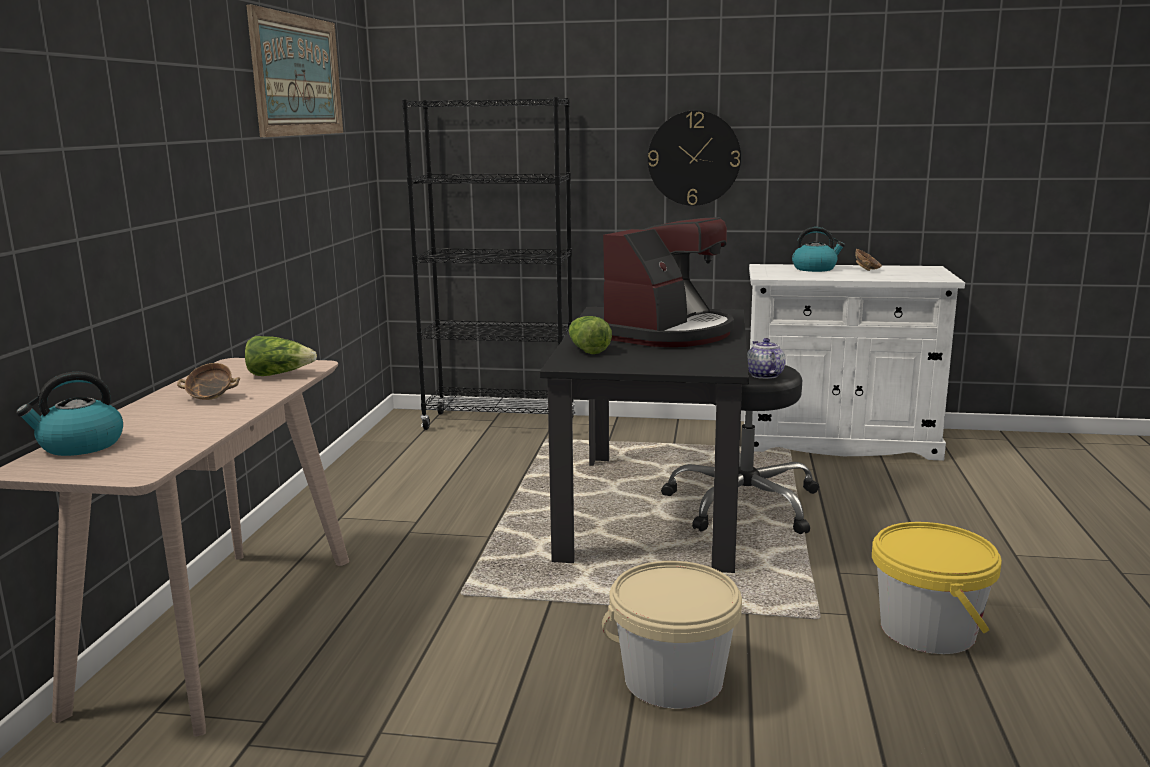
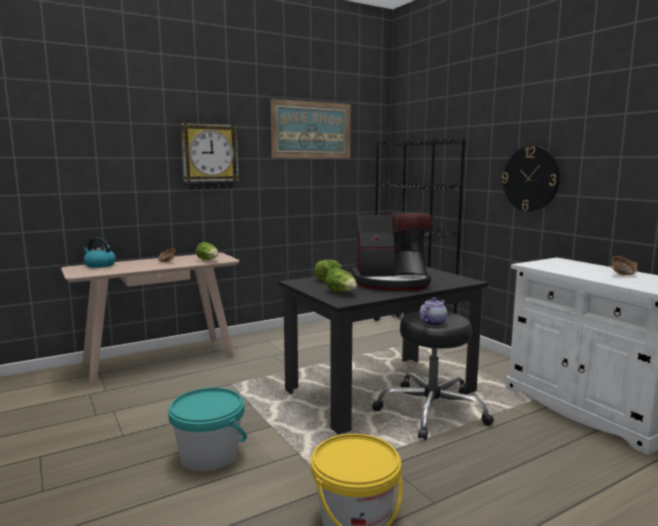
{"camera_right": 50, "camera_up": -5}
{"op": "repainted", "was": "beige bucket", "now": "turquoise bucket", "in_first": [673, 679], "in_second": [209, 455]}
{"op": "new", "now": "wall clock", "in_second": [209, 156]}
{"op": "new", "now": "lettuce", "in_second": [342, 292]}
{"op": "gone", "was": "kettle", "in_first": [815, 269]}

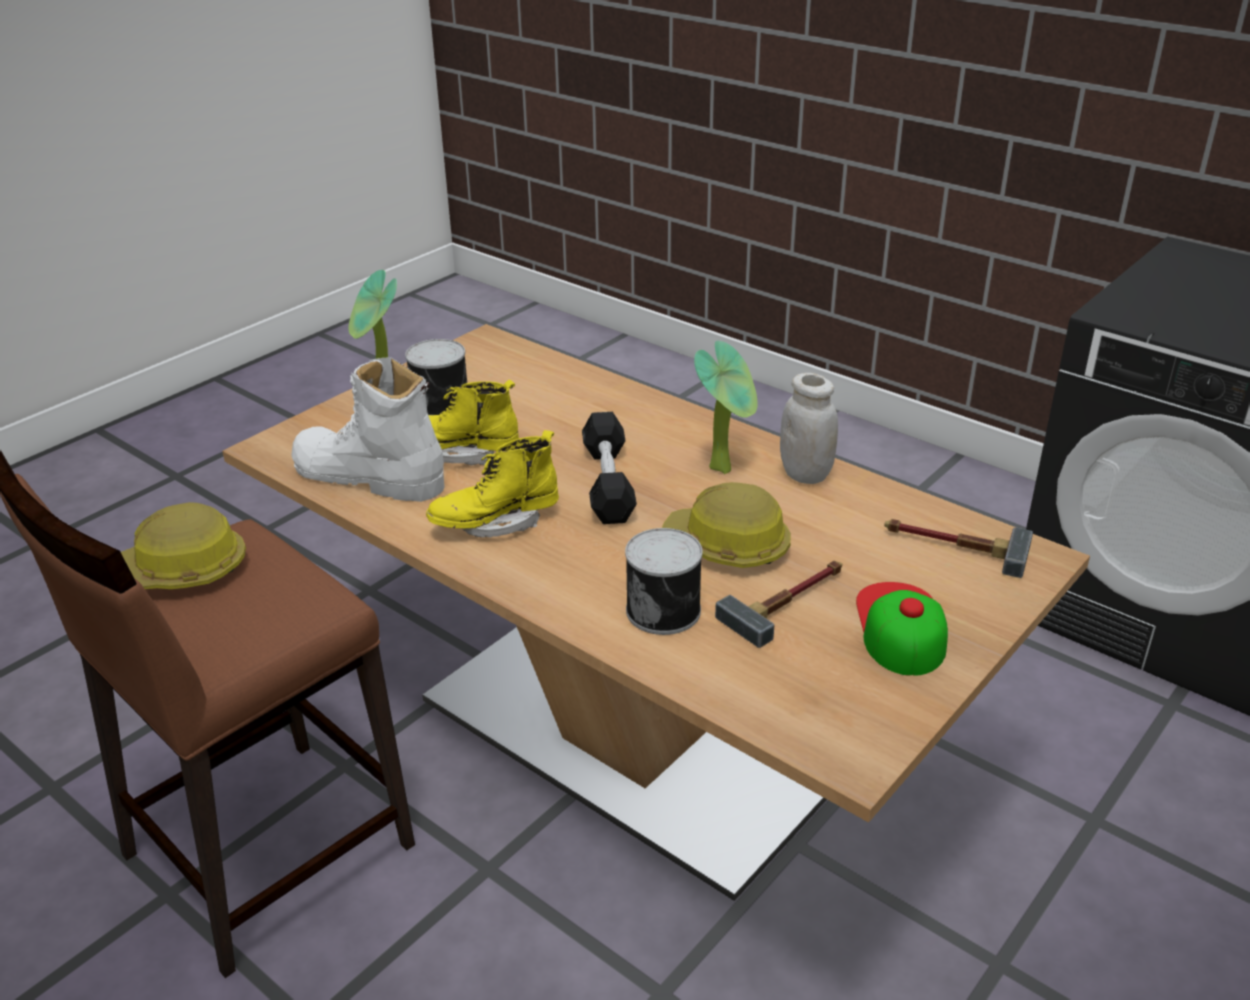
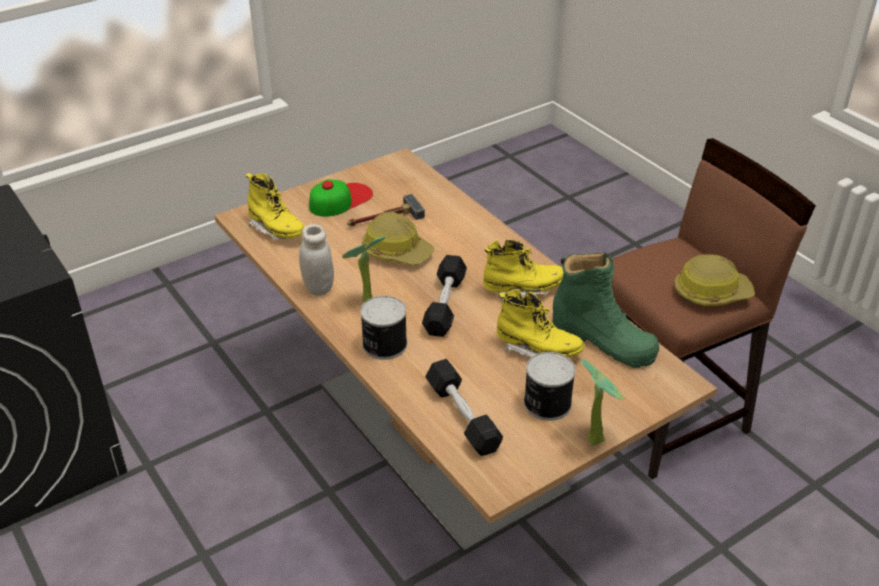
{"camera_right": -165, "camera_up": 5}
{"op": "swapped", "was": "hammer", "now": "yellow boot", "in_first": [953, 546], "in_second": [277, 230]}
{"op": "rotated", "was": "cap", "in_first": [900, 627], "in_second": [340, 199], "clockwise": -150}
{"op": "shifted", "was": "can", "in_first": [665, 610], "in_second": [383, 344]}
{"op": "new", "now": "black dumbbell", "in_second": [462, 416]}
{"op": "repainted", "was": "white boot", "now": "green boot", "in_first": [369, 477], "in_second": [603, 340]}

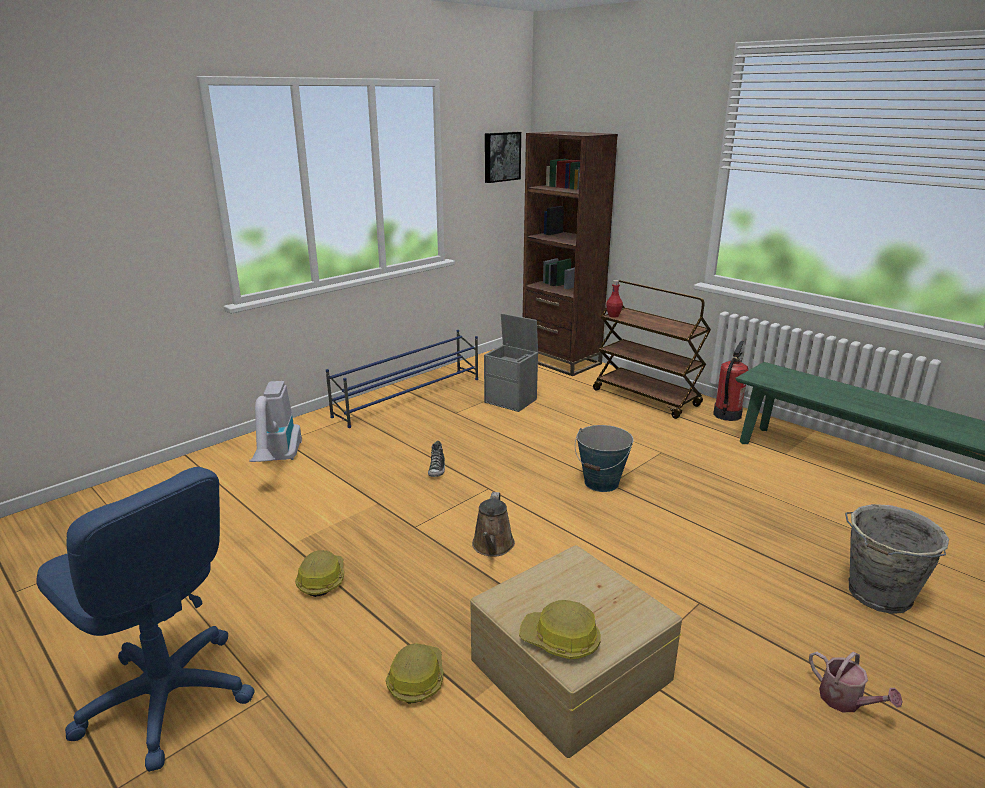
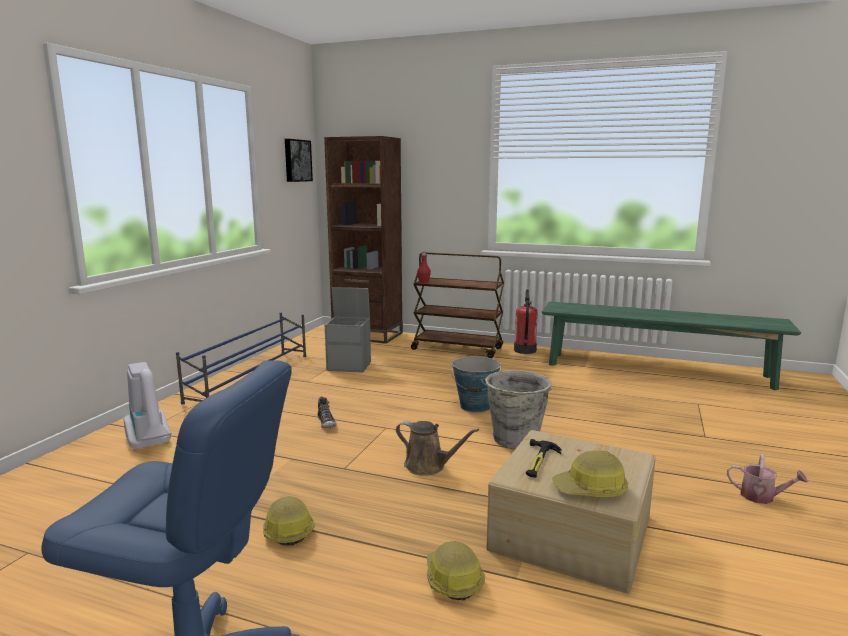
{"camera_right": -25, "camera_up": -10}
{"op": "rotated", "was": "brown watering can", "in_first": [492, 546], "in_second": [428, 466], "clockwise": -45}
{"op": "shifted", "was": "grey bucket", "in_first": [878, 595], "in_second": [515, 440]}
{"op": "new", "now": "hammer", "in_second": [539, 461]}

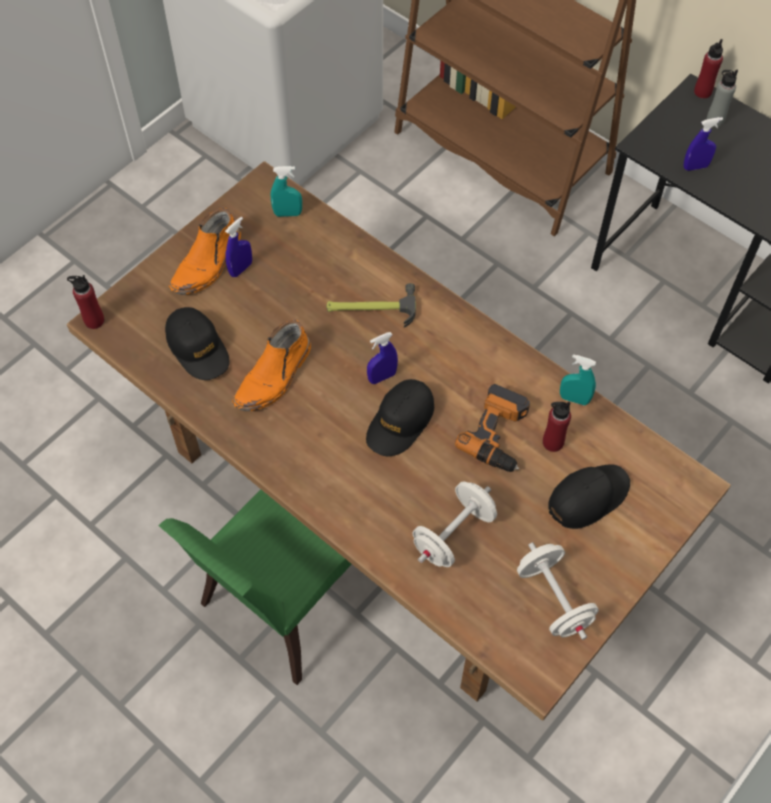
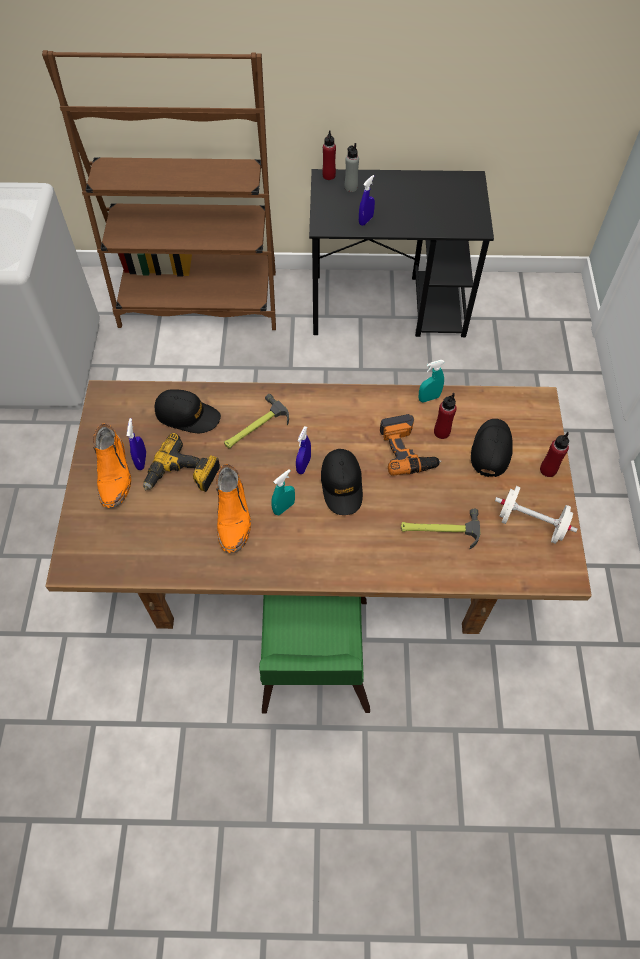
{"camera_right": -40, "camera_up": 0}
{"op": "new", "now": "power drill", "in_second": [183, 475]}
{"op": "shifted", "was": "black cap", "in_first": [198, 348], "in_second": [188, 415]}
{"op": "shifted", "was": "turquoise spray bottle", "in_first": [288, 213], "in_second": [284, 507]}
{"op": "swapped", "was": "white dumbbell", "now": "hammer", "in_first": [453, 534], "in_second": [439, 529]}
{"op": "shifted", "was": "red bottle", "in_first": [94, 320], "in_second": [548, 470]}

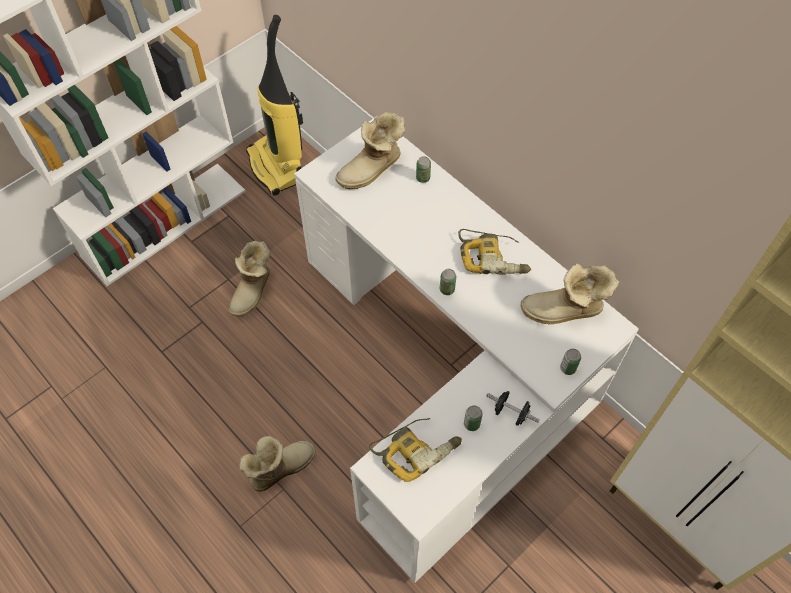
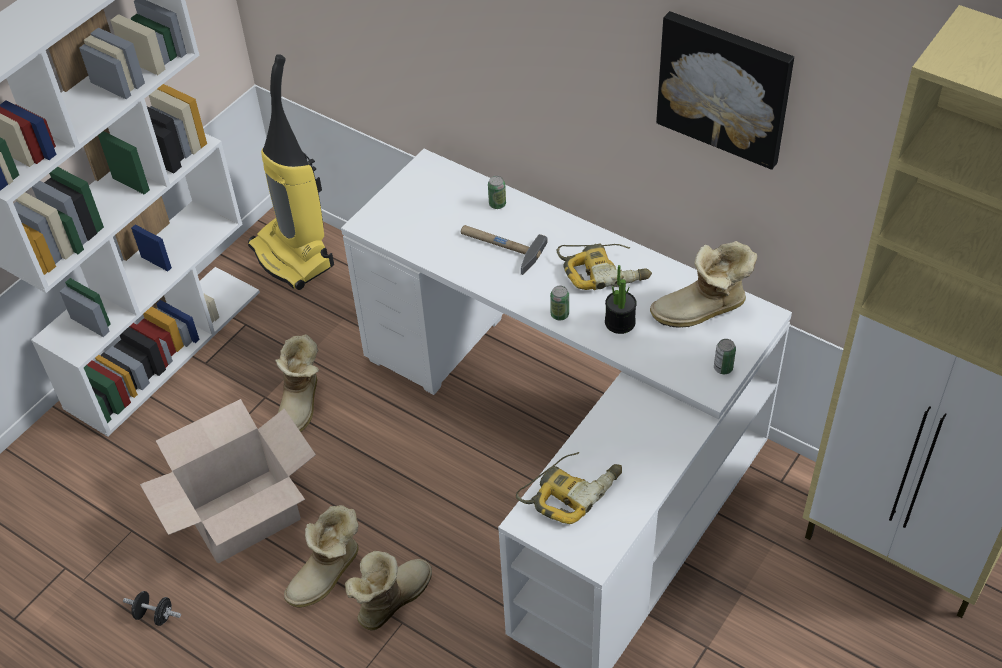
{"camera_right": -10, "camera_up": -10}
{"op": "shifted", "was": "black dumbbell", "in_first": [510, 413], "in_second": [154, 615]}
{"op": "new", "now": "cardboard box", "in_second": [244, 515]}
{"op": "shifted", "was": "boot", "in_first": [372, 170], "in_second": [328, 575]}
{"op": "new", "now": "hammer", "in_second": [499, 247]}
{"op": "new", "now": "potted plant", "in_second": [620, 322]}
{"op": "new", "now": "picture", "in_second": [725, 87]}
{"op": "gone", "was": "can", "in_first": [471, 424]}

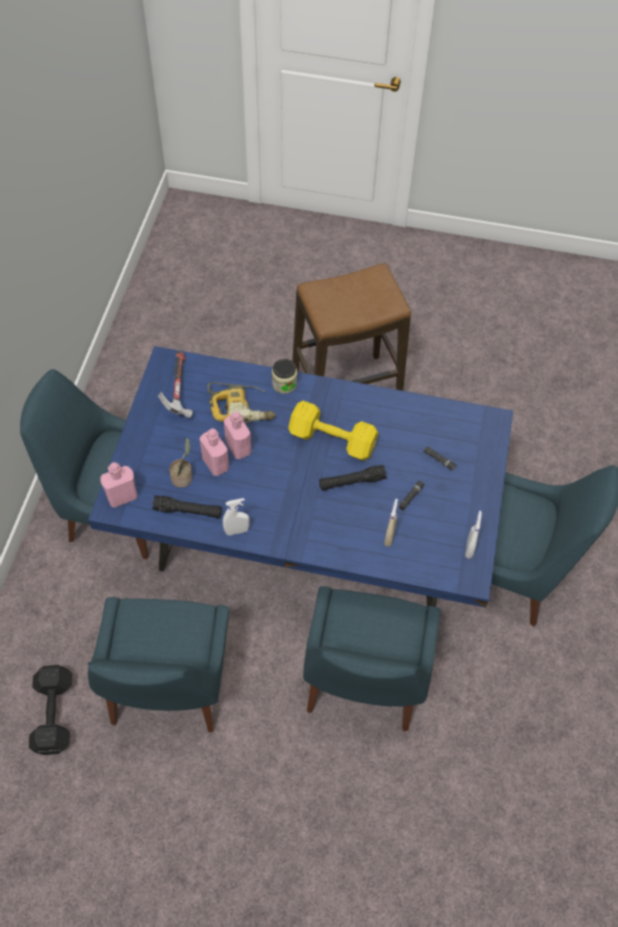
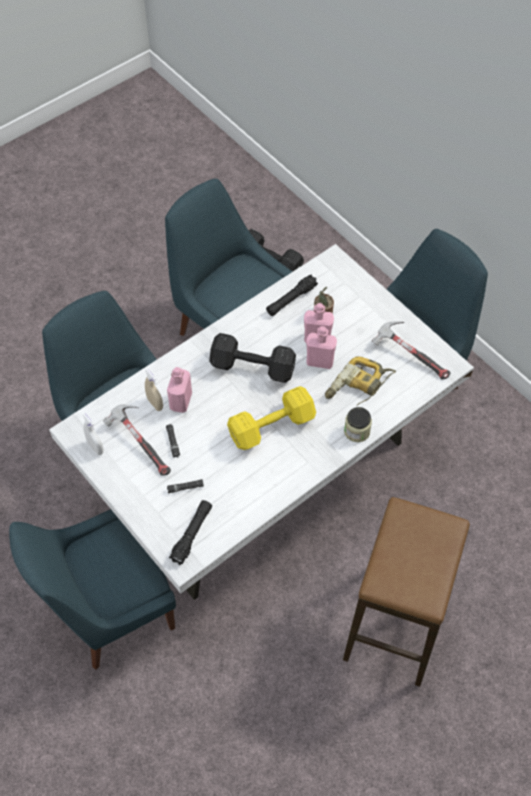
{"camera_right": 130, "camera_up": 0}
{"op": "repainted", "was": "blue dining table", "now": "white dining table", "in_first": [308, 546], "in_second": [264, 481]}
{"op": "new", "now": "hammer", "in_second": [140, 443]}
{"op": "shifted", "was": "pink bottle", "in_first": [122, 497], "in_second": [181, 401]}
{"op": "shifted", "was": "black flashlight", "in_first": [352, 482], "in_second": [192, 534]}
{"op": "new", "now": "black dumbbell", "in_second": [254, 368]}
{"op": "gone", "was": "white spray bottle", "in_first": [237, 531]}

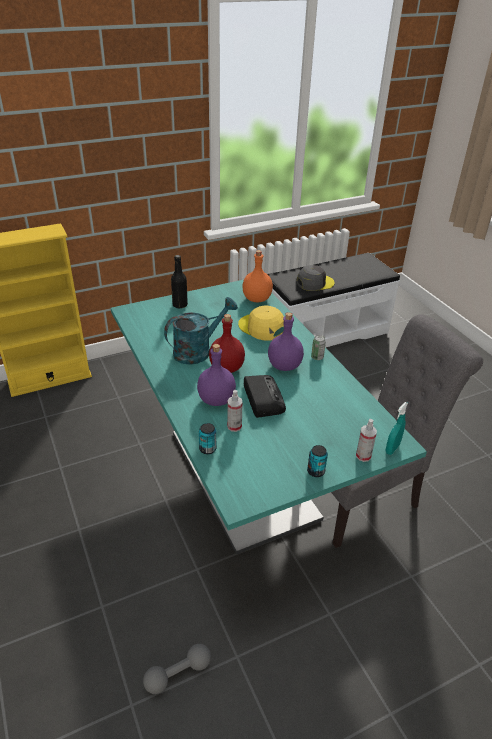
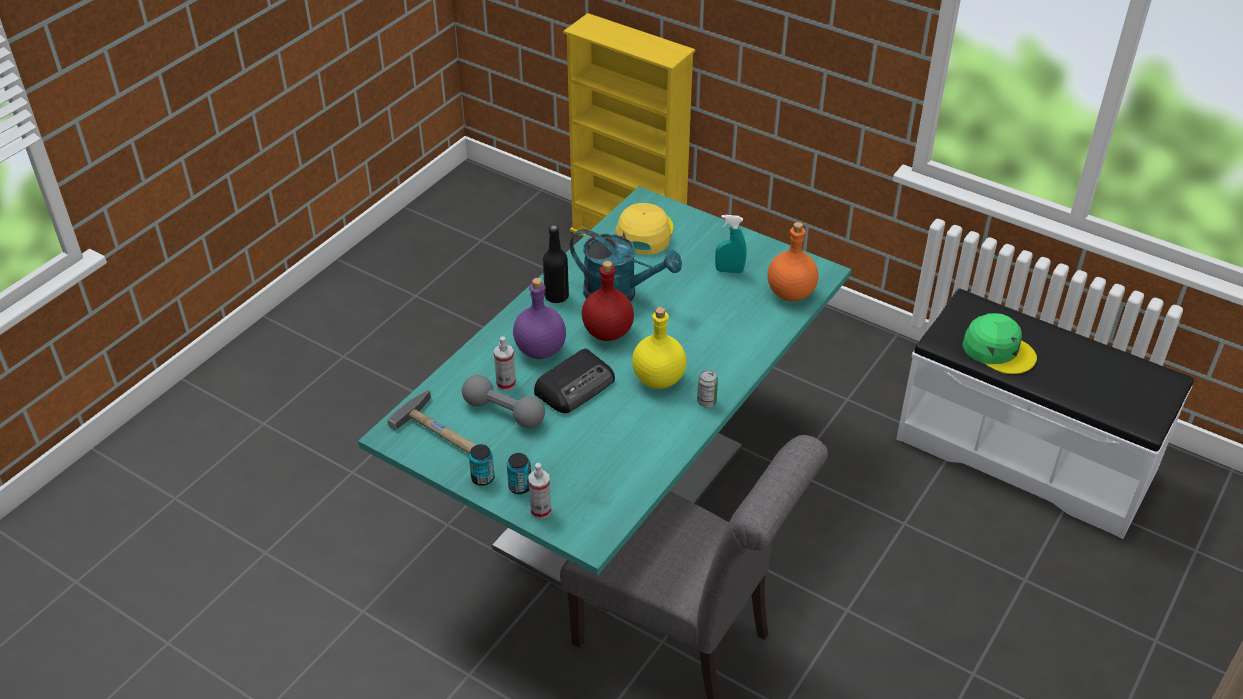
{"camera_right": 60, "camera_up": 5}
{"op": "new", "now": "hammer", "in_second": [441, 430]}
{"op": "shifted", "was": "grey dumbbell", "in_first": [178, 673], "in_second": [504, 412]}
{"op": "shifted", "was": "can", "in_first": [207, 449], "in_second": [520, 486]}
{"op": "shifted", "was": "black bottle", "in_first": [180, 305], "in_second": [556, 296]}
{"op": "shifted", "was": "yellow cap", "in_first": [261, 327], "in_second": [644, 233]}
{"op": "repainted", "was": "purple bottle", "now": "yellow bottle", "in_first": [284, 366], "in_second": [657, 379]}
{"op": "shifted", "was": "turquoise spray bottle", "in_first": [392, 448], "in_second": [729, 271]}
{"op": "repainted", "was": "grey cap", "now": "green cap", "in_first": [314, 283], "in_second": [998, 350]}

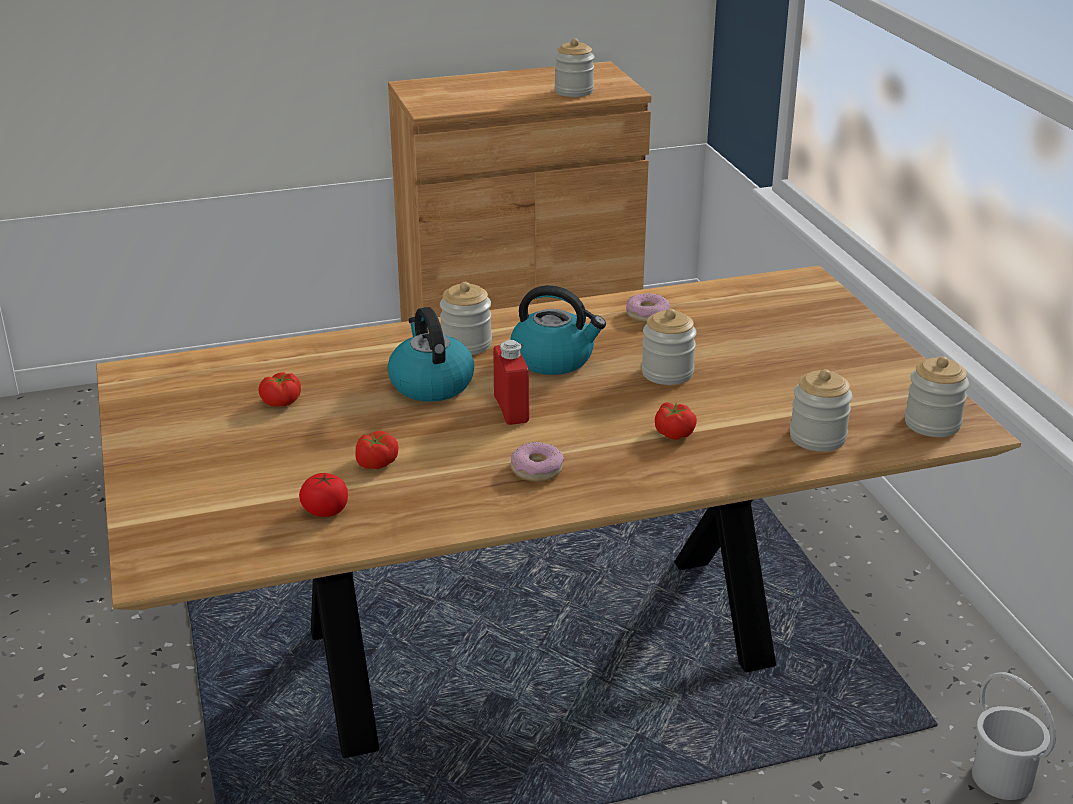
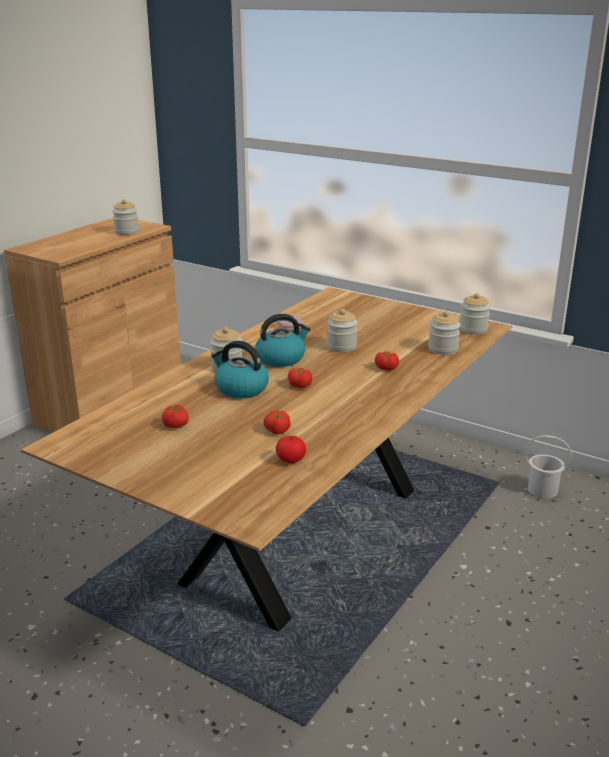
{"camera_right": -40, "camera_up": -5}
{"op": "swapped", "was": "red bottle", "now": "tomato", "in_first": [511, 410], "in_second": [300, 385]}
{"op": "gone", "was": "donut", "in_first": [536, 469]}

